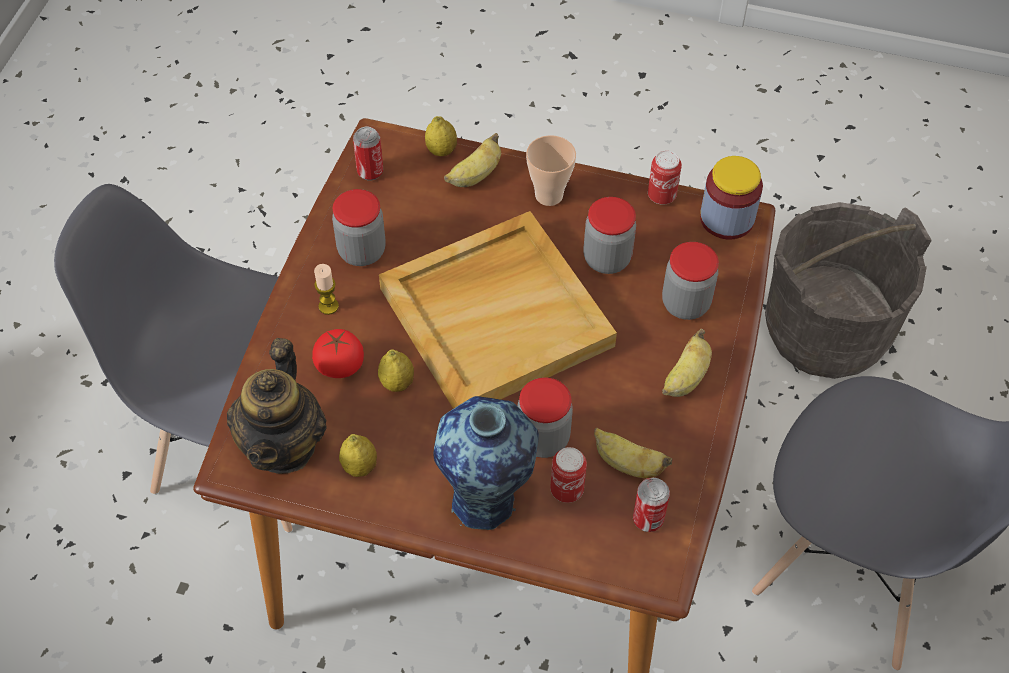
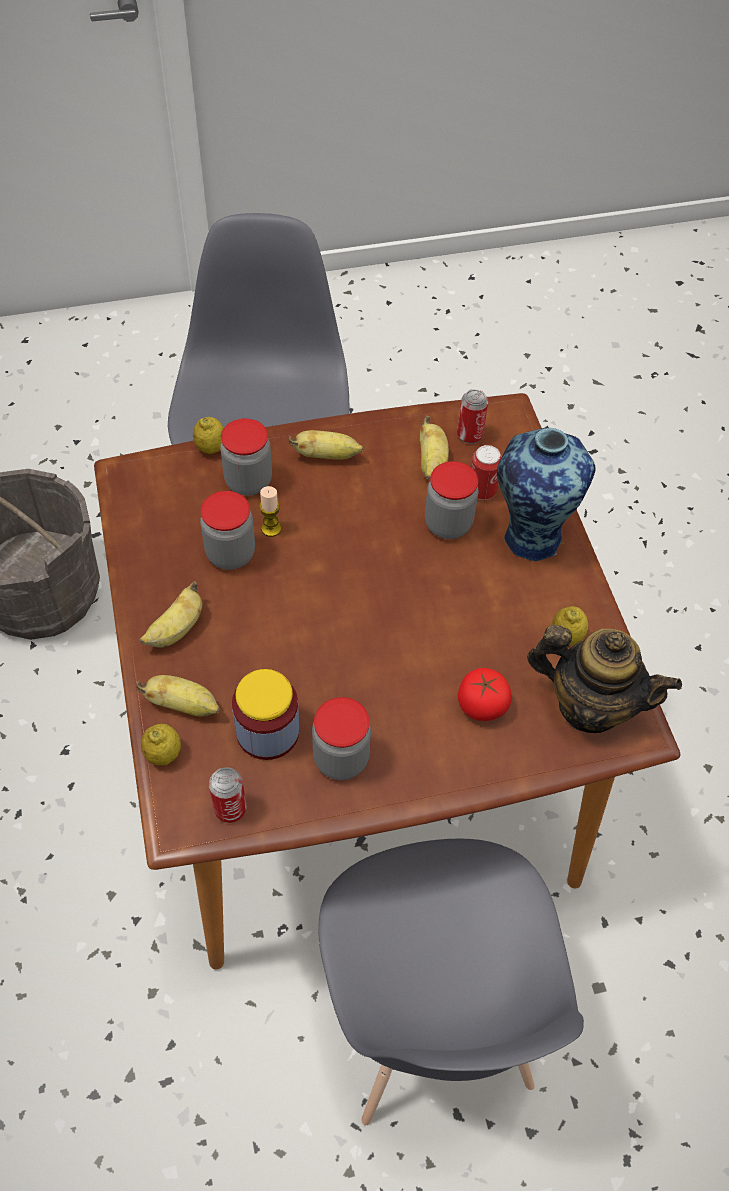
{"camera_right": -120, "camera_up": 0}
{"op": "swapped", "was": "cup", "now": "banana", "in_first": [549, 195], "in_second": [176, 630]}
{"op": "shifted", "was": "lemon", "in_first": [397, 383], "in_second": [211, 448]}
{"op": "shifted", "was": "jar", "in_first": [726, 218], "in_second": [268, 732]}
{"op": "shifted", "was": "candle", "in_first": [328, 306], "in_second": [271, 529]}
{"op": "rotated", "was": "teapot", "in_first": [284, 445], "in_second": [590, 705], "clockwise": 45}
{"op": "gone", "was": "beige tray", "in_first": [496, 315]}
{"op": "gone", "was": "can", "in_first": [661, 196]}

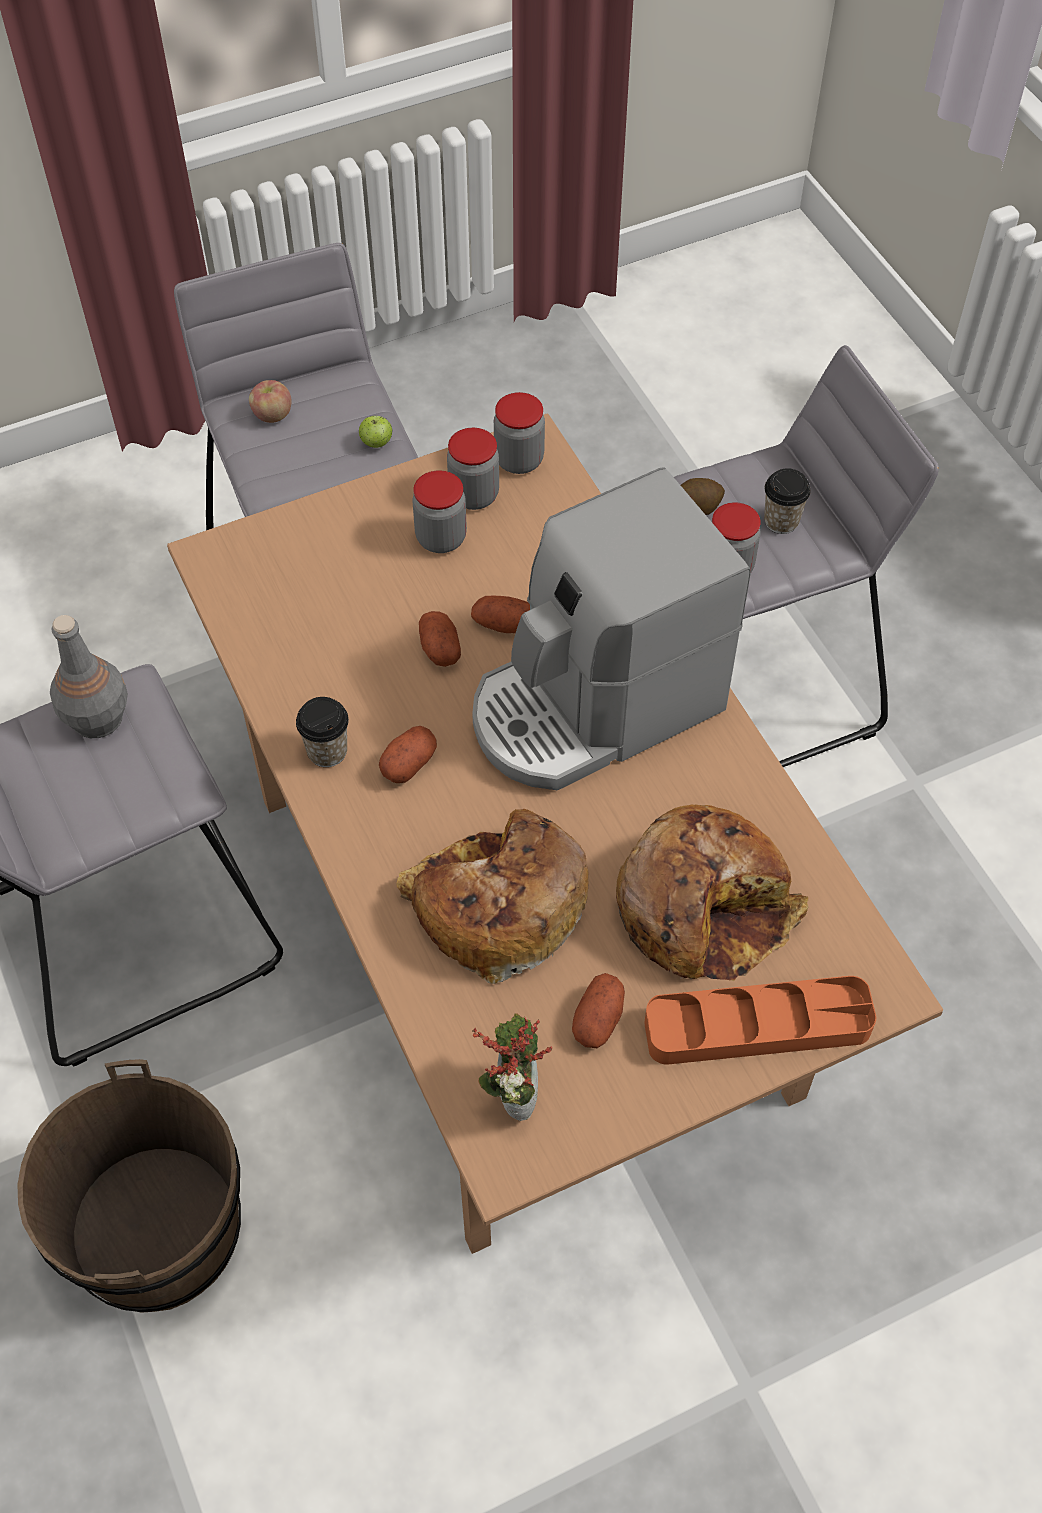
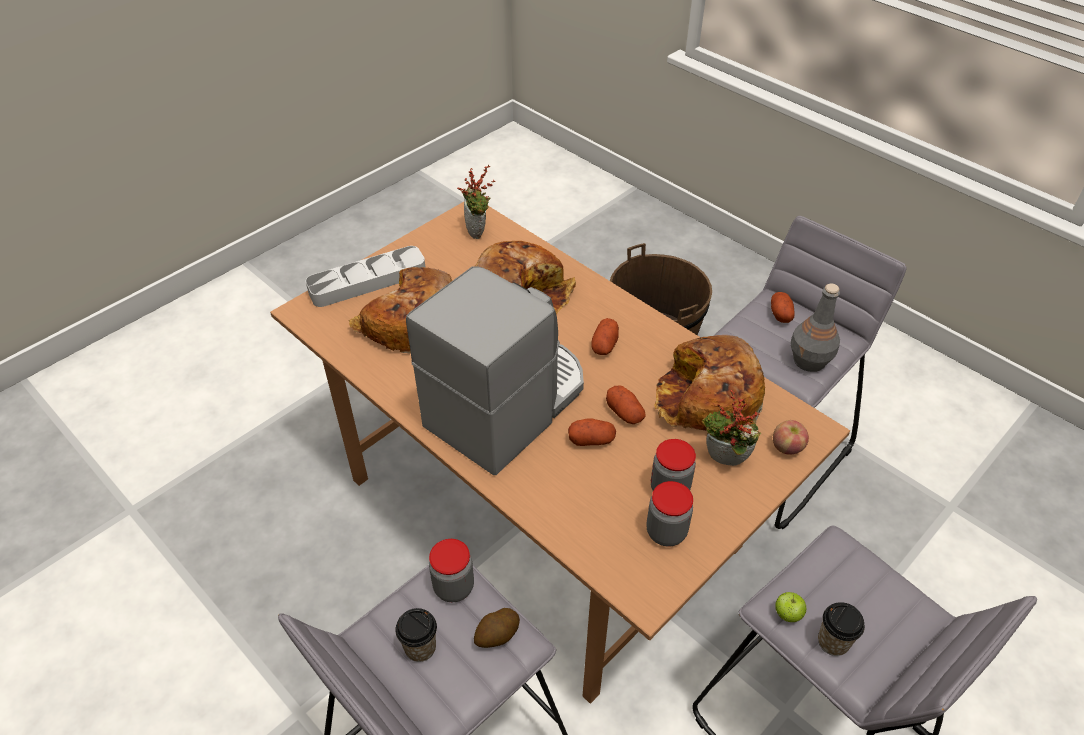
{"camera_right": 160, "camera_up": -10}
{"op": "repainted", "was": "orange tray", "now": "grey tray", "in_first": [757, 1026], "in_second": [368, 281]}
{"op": "new", "now": "bread", "in_second": [706, 398]}
{"op": "new", "now": "potted plant", "in_second": [723, 462]}
{"op": "shifted", "was": "potato", "in_first": [598, 1019], "in_second": [780, 314]}
{"op": "shifted", "was": "apple", "in_first": [272, 415], "in_second": [787, 447]}
{"op": "shifted", "was": "cup", "in_first": [327, 751], "in_second": [833, 642]}
{"op": "gone", "was": "jar", "in_first": [519, 460]}

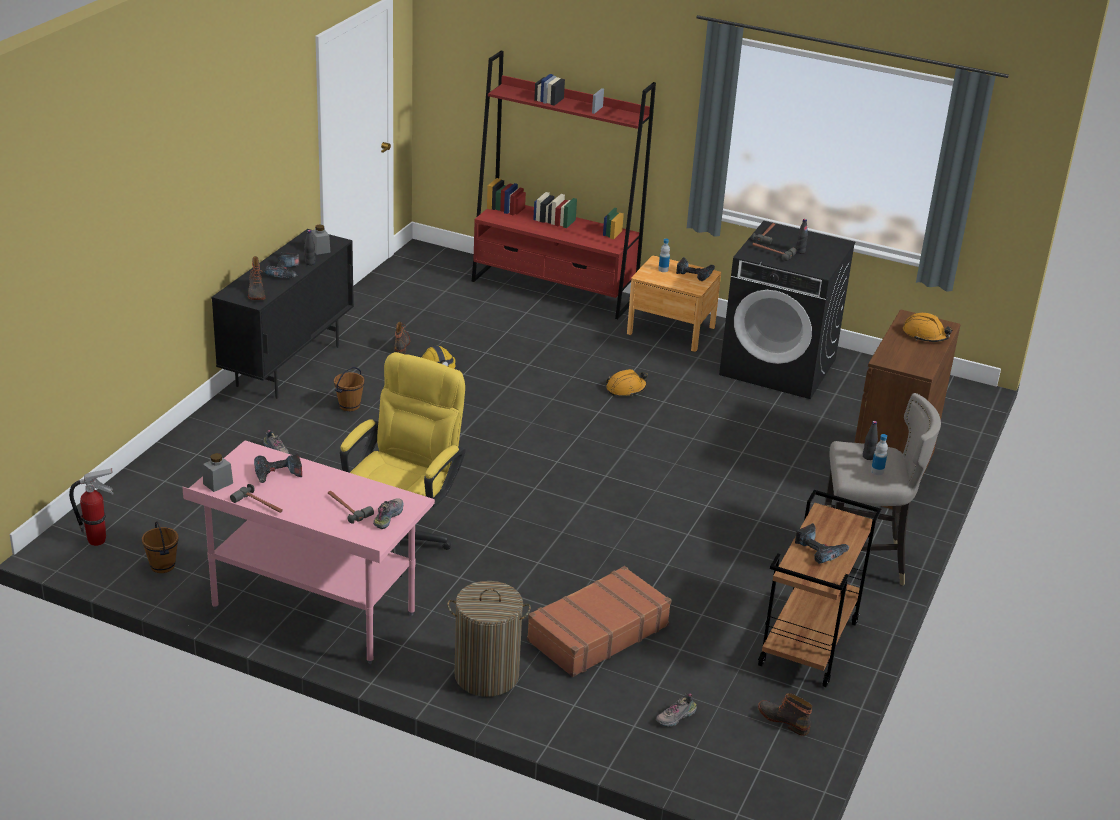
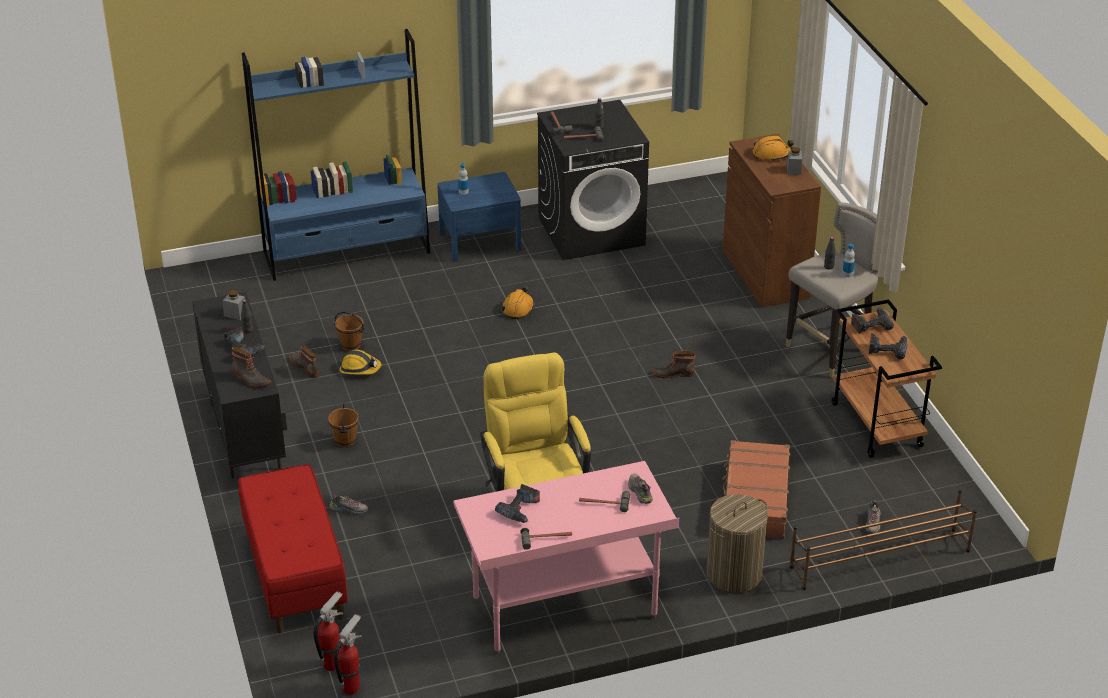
{"camera_right": -40, "camera_up": 5}
{"op": "new", "now": "red bench", "in_second": [294, 575]}
{"op": "repainted", "was": "red bookcase", "now": "blue bookcase", "in_first": [554, 289], "in_second": [347, 253]}
{"op": "shifted", "was": "brown bucket", "in_first": [163, 566], "in_second": [351, 345]}
{"op": "new", "now": "fire extinguisher", "in_second": [351, 688]}
{"op": "repainted", "was": "brown nightstand", "now": "blue nightstand", "in_first": [671, 330], "in_second": [480, 241]}
{"op": "shifted", "was": "boot", "in_first": [784, 720], "in_second": [673, 373]}
{"op": "shifted", "was": "grey jar", "in_first": [218, 483], "in_second": [793, 170]}
{"op": "new", "now": "brown shoe rack", "in_second": [879, 559]}
{"op": "shifted", "was": "power drill", "in_first": [695, 274], "in_second": [871, 325]}

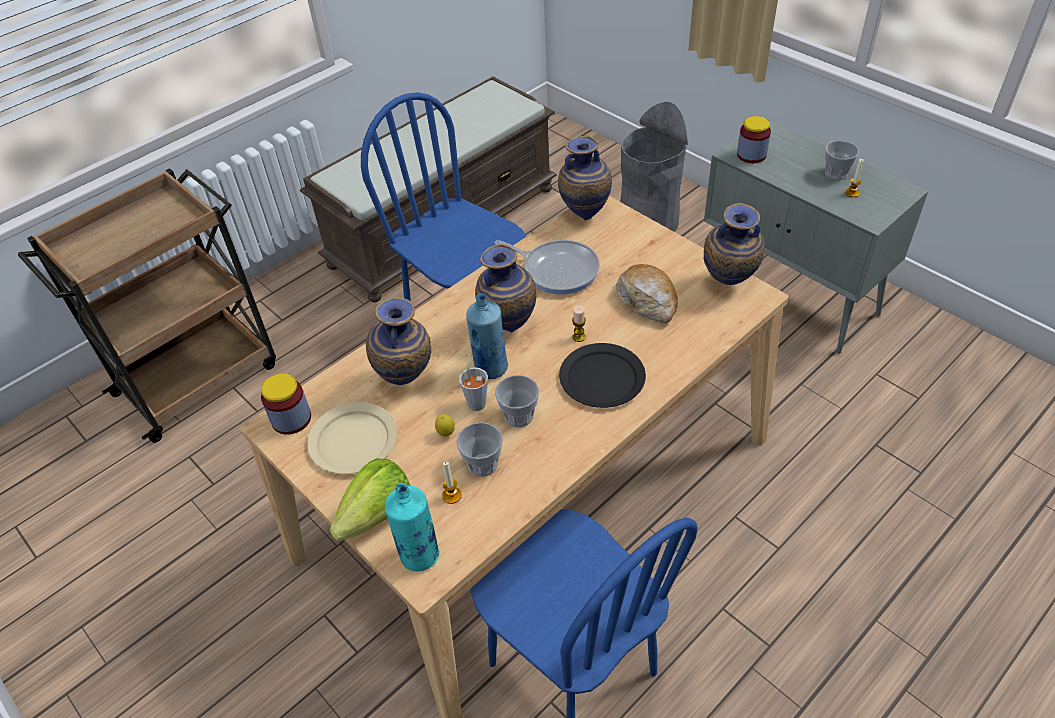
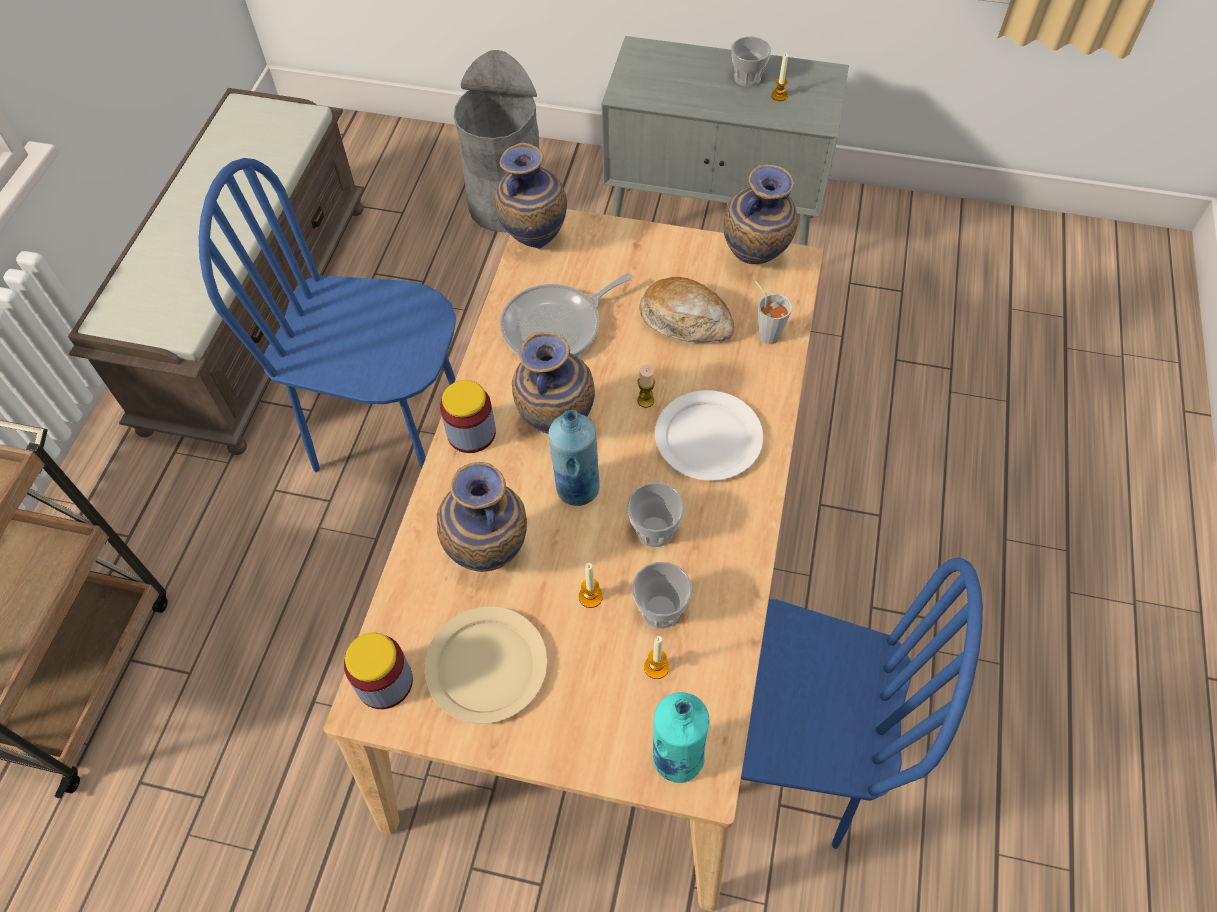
{"camera_right": -35, "camera_up": 10}
{"op": "shifted", "was": "jar", "in_first": [751, 155], "in_second": [471, 433]}
{"op": "rotated", "was": "frying pan", "in_first": [557, 270], "in_second": [556, 327], "clockwise": 150}
{"op": "swapped", "was": "lemon", "now": "candle", "in_first": [446, 434], "in_second": [590, 597]}
{"op": "repainted", "was": "black plate", "now": "white plate", "in_first": [601, 378], "in_second": [707, 439]}
{"op": "shifted", "was": "grey cup", "in_first": [477, 400], "in_second": [766, 332]}
{"op": "gone", "was": "lettuce", "in_first": [377, 514]}

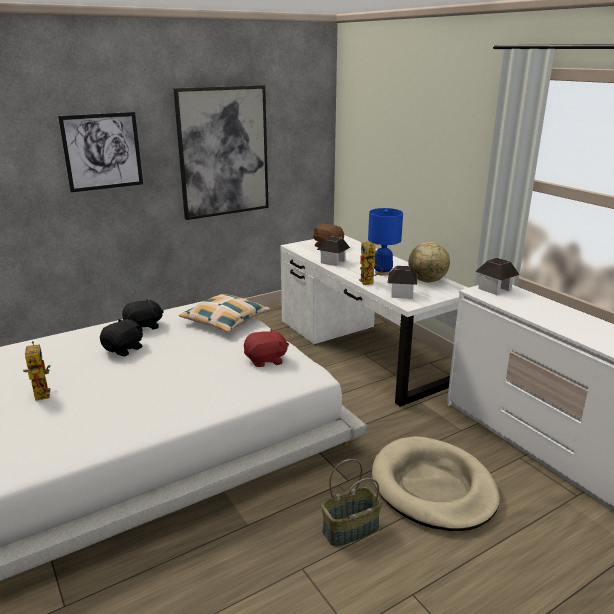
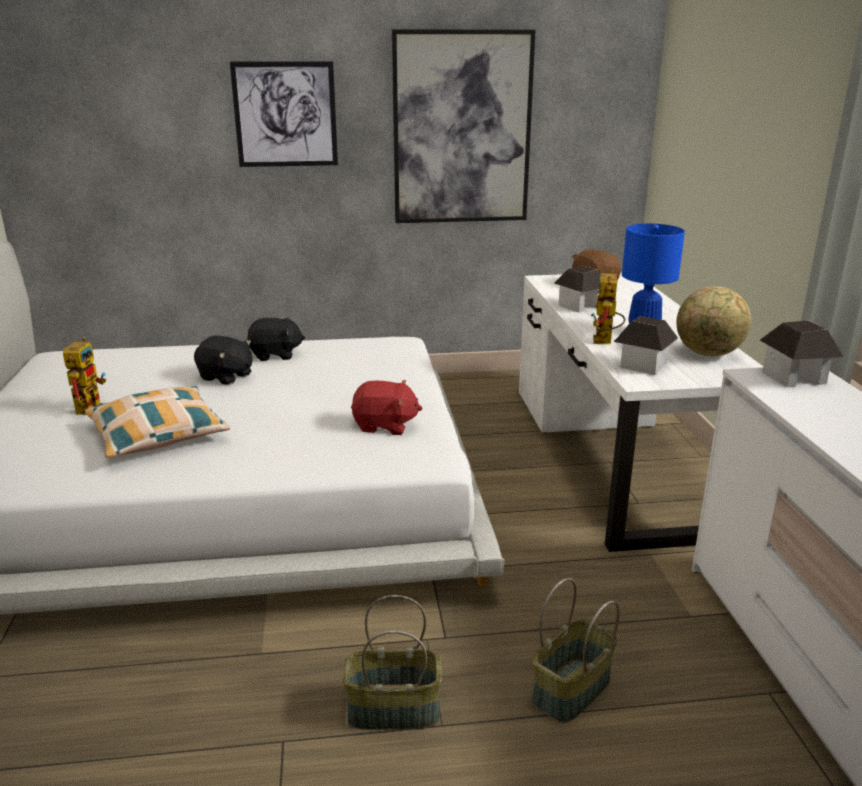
{"camera_right": 25, "camera_up": 0}
{"op": "shifted", "was": "pillow", "in_first": [225, 320], "in_second": [158, 434]}
{"op": "rotated", "was": "black plush toy", "in_first": [124, 349], "in_second": [226, 377], "clockwise": 60}
{"op": "swapped", "was": "beige dog bed", "now": "basket", "in_first": [433, 487], "in_second": [572, 691]}

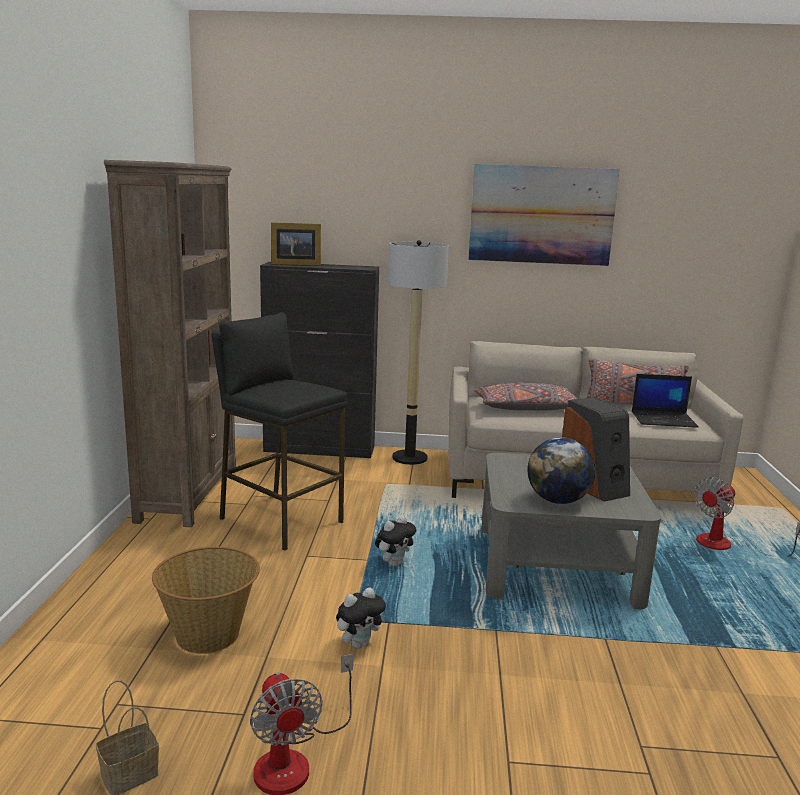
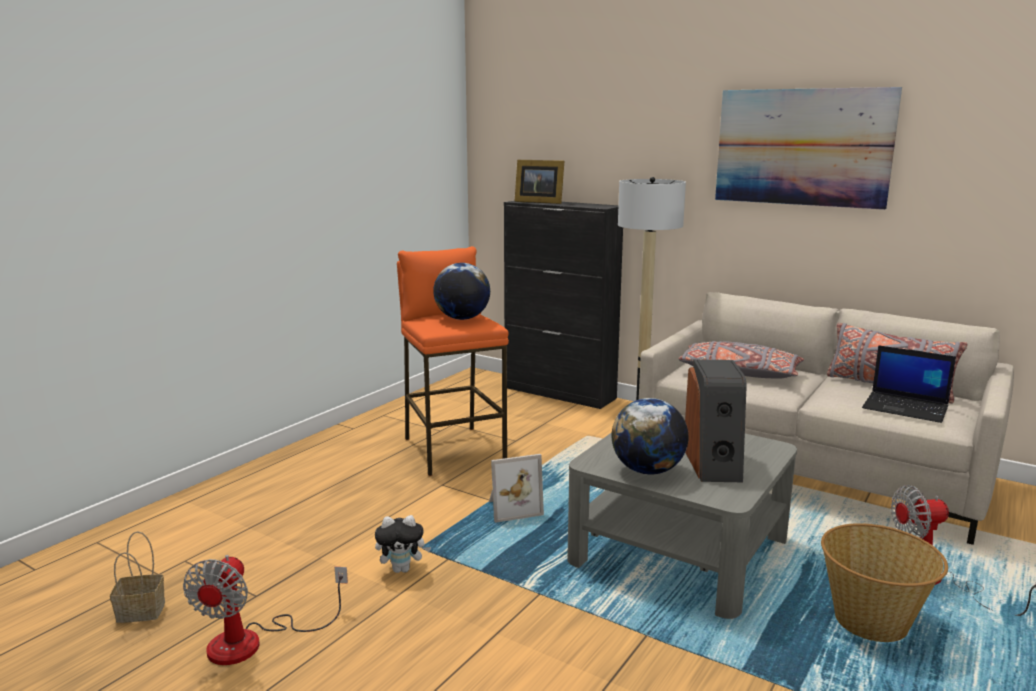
{"camera_right": 30, "camera_up": 0}
{"op": "repainted", "was": "black stool", "now": "orange stool", "in_first": [280, 520], "in_second": [453, 450]}
{"op": "new", "now": "globe", "in_second": [462, 318]}
{"op": "swapped", "was": "plush toy", "now": "picture frame", "in_first": [394, 563], "in_second": [512, 509]}
{"op": "shifted", "was": "basket", "in_first": [209, 635], "in_second": [872, 622]}
{"op": "gone", "was": "brown bookcase", "in_first": [189, 493]}

